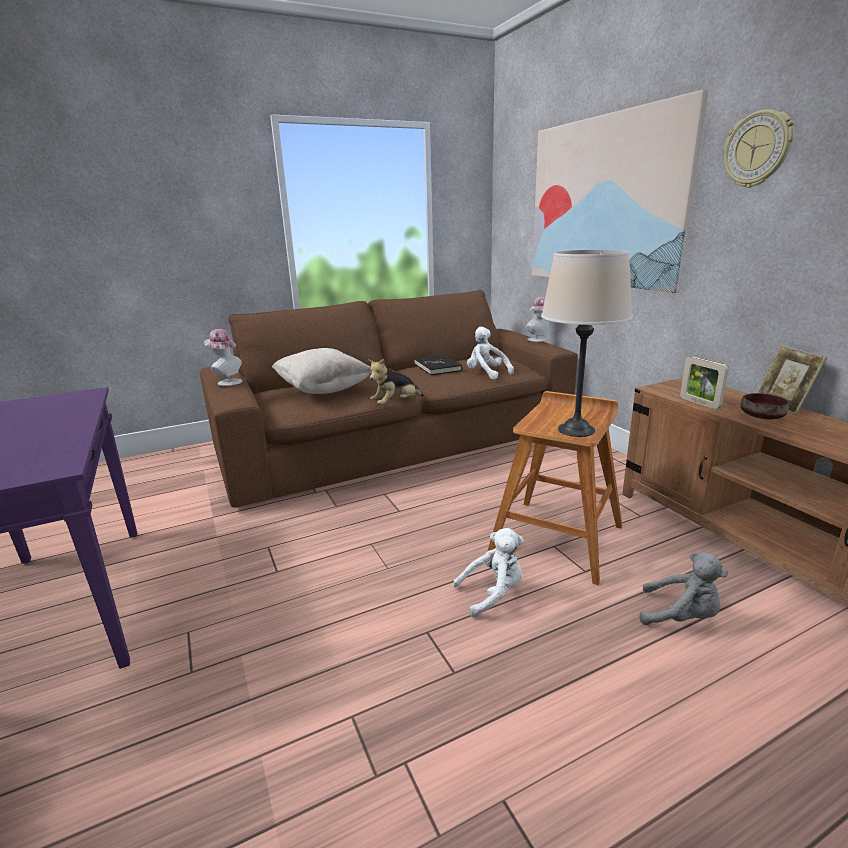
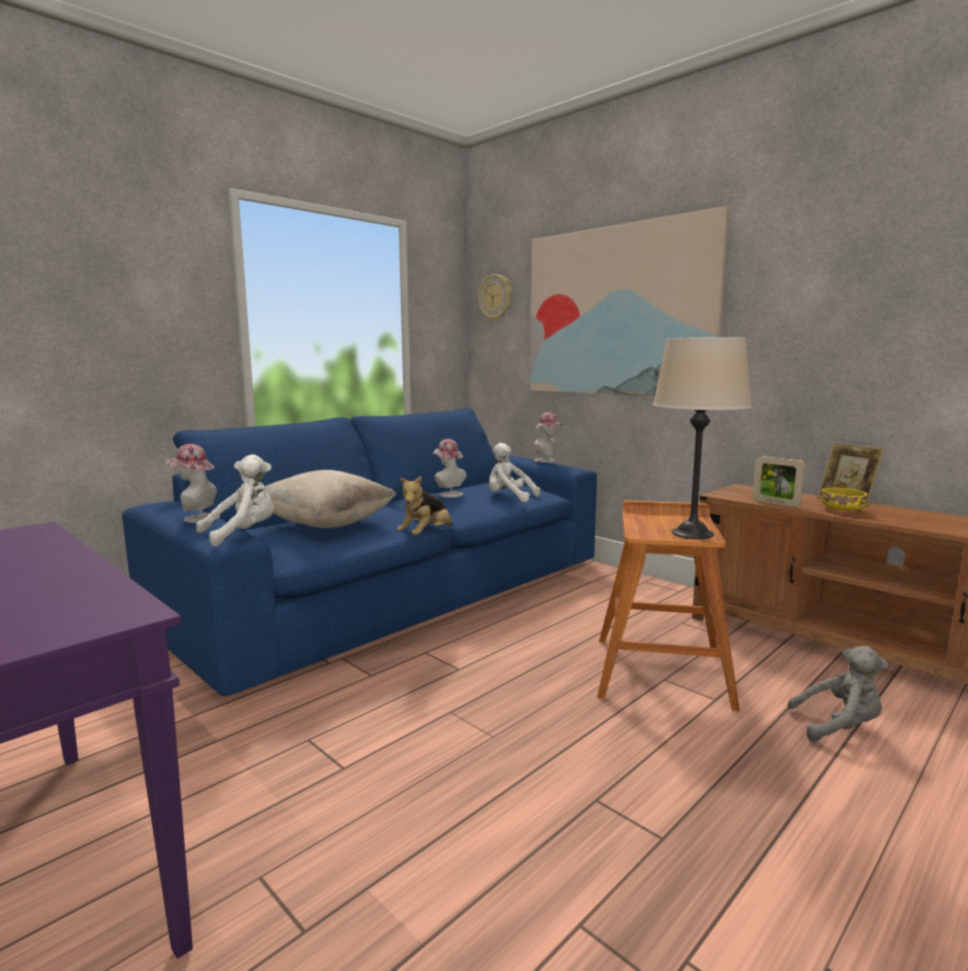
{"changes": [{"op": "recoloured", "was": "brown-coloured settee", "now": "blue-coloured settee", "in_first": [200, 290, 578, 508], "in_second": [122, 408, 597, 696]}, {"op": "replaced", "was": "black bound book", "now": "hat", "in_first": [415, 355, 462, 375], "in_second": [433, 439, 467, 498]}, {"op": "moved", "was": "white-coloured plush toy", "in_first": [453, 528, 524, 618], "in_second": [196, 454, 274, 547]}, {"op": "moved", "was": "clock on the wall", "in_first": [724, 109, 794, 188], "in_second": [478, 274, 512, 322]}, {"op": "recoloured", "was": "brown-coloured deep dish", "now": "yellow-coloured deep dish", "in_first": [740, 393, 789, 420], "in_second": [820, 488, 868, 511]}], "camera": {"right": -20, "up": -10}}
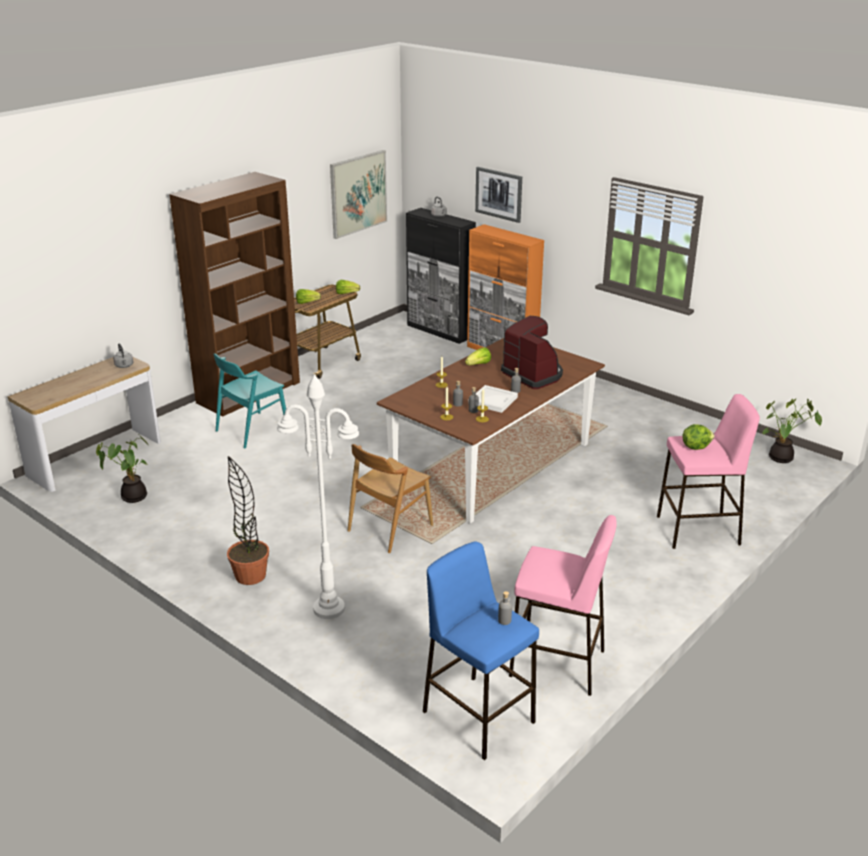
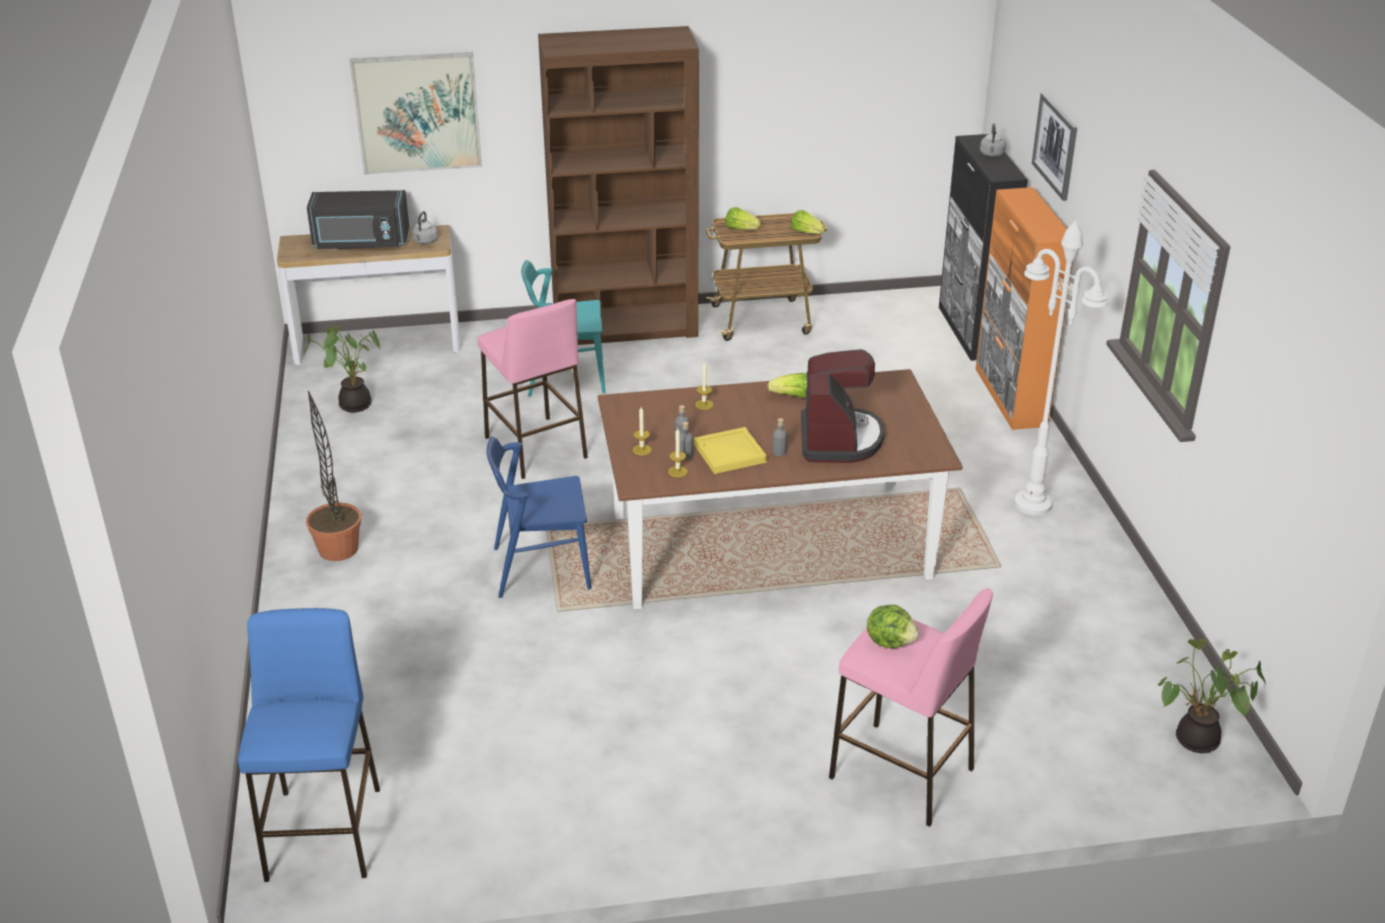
{"changes": [{"op": "moved", "was": "white-coloured floor lamp", "in_first": [277, 375, 359, 619], "in_second": [1014, 220, 1108, 516]}, {"op": "moved", "was": "wall picture", "in_first": [330, 150, 387, 239], "in_second": [350, 52, 482, 174]}, {"op": "recoloured", "was": "brown-coloured upright chair", "now": "blue-coloured upright chair", "in_first": [348, 444, 433, 553], "in_second": [487, 437, 591, 598]}, {"op": "recoloured", "was": "white-coloured tray", "now": "yellow-coloured tray", "in_first": [468, 385, 518, 413], "in_second": [694, 427, 767, 474]}, {"op": "removed", "was": "greyish bottle", "in_first": [498, 591, 512, 625]}, {"op": "moved", "was": "pinkish stool", "in_first": [509, 515, 617, 696], "in_second": [478, 299, 588, 479]}, {"op": "added", "now": "black microwave oven", "in_second": [307, 190, 410, 249]}], "camera": {"right": 40, "up": 5}}
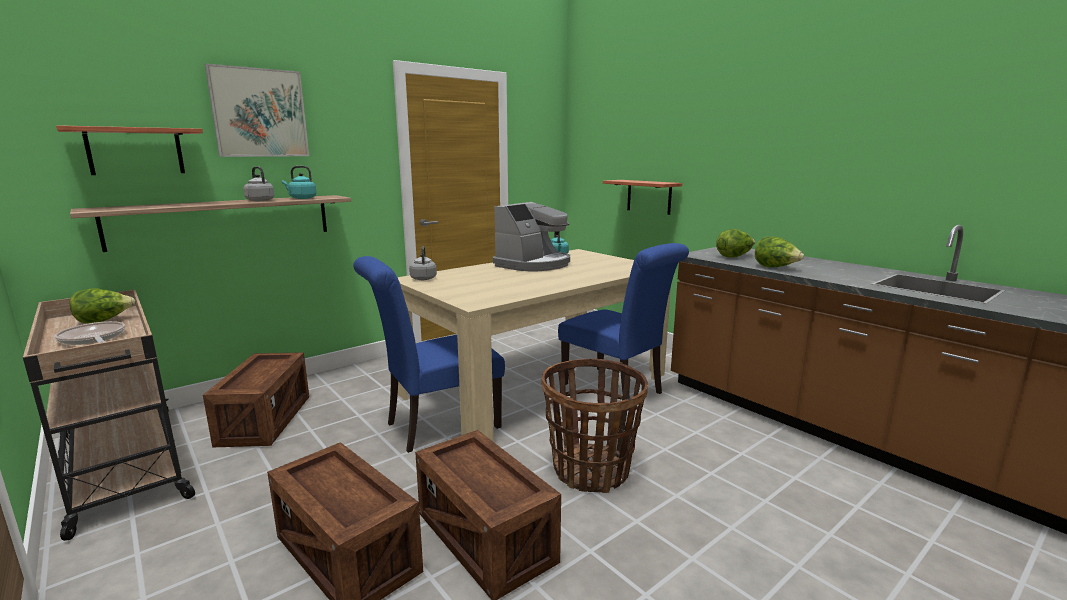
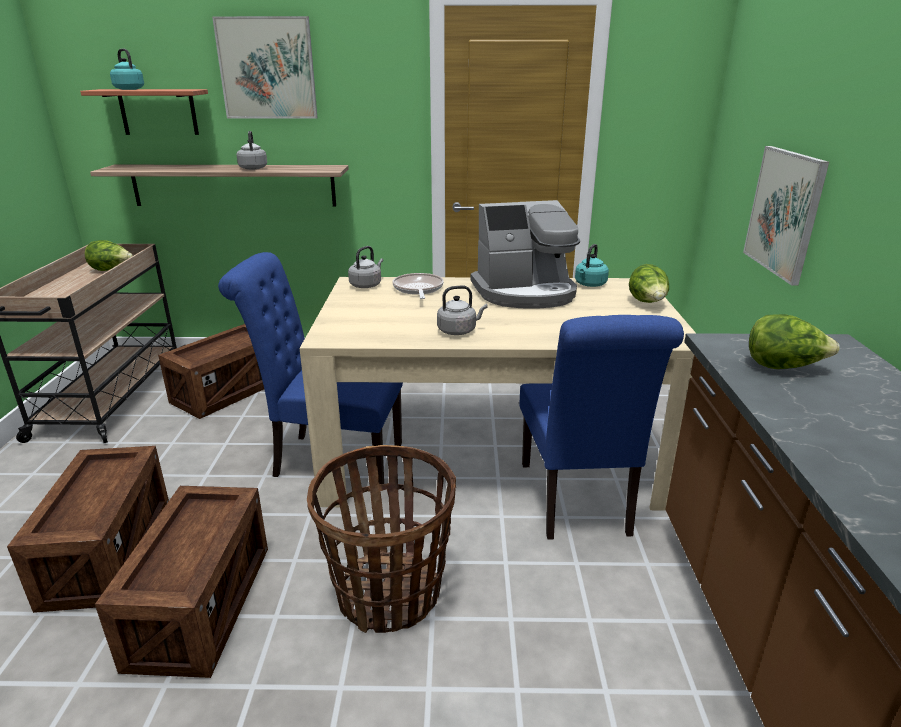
{"changes": [{"op": "moved", "was": "pan", "in_first": [55, 321, 125, 345], "in_second": [393, 273, 444, 299]}, {"op": "moved", "was": "turquoise-coloured kettle", "in_first": [282, 166, 317, 199], "in_second": [110, 49, 144, 90]}, {"op": "replaced", "was": "bracket shelf", "now": "wall picture", "in_first": [603, 180, 682, 215], "in_second": [743, 146, 829, 286]}, {"op": "moved", "was": "lettuce head", "in_first": [755, 236, 804, 267], "in_second": [629, 264, 669, 303]}, {"op": "added", "now": "greyish kettle", "in_second": [437, 286, 488, 335]}], "camera": {"right": 40, "up": 10}}
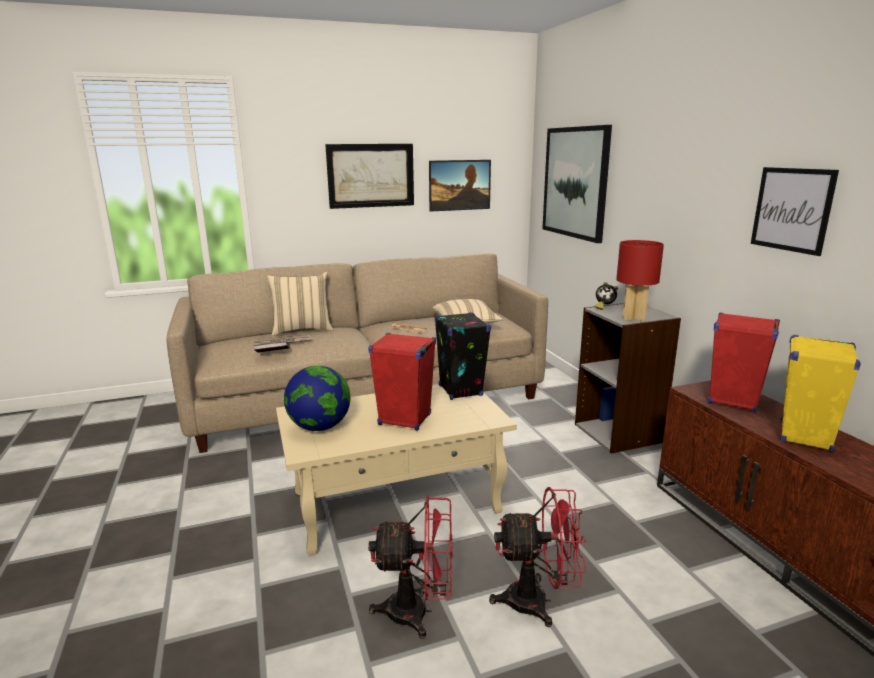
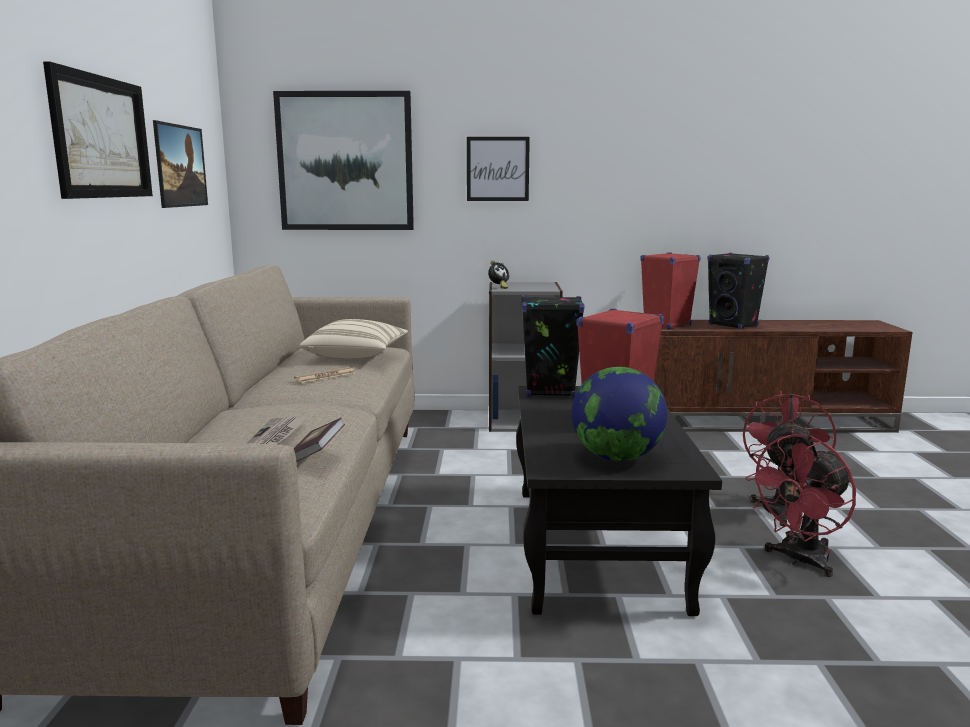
{"changes": [{"op": "removed", "was": "sand-coloured cushion", "in_first": [267, 272, 333, 336]}, {"op": "recoloured", "was": "sand-coloured coffee table", "now": "black coffee table", "in_first": [276, 384, 517, 556], "in_second": [516, 386, 722, 616]}, {"op": "turned", "was": "red-coloured cooling fan", "in_first": [368, 495, 452, 639], "in_second": [745, 434, 856, 577], "clockwise": -150}, {"op": "removed", "was": "red-coloured table lamp", "in_first": [616, 240, 664, 321]}, {"op": "moved", "was": "wall picture", "in_first": [751, 167, 839, 256], "in_second": [467, 137, 530, 201]}, {"op": "recoloured", "was": "yellow-coloured loudspeaker", "now": "black loudspeaker", "in_first": [780, 335, 861, 453], "in_second": [708, 253, 769, 329]}], "camera": {"right": -70, "up": -5}}
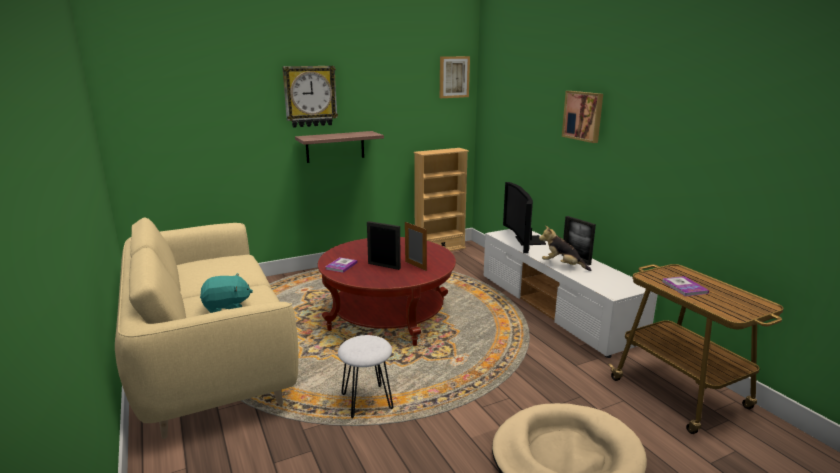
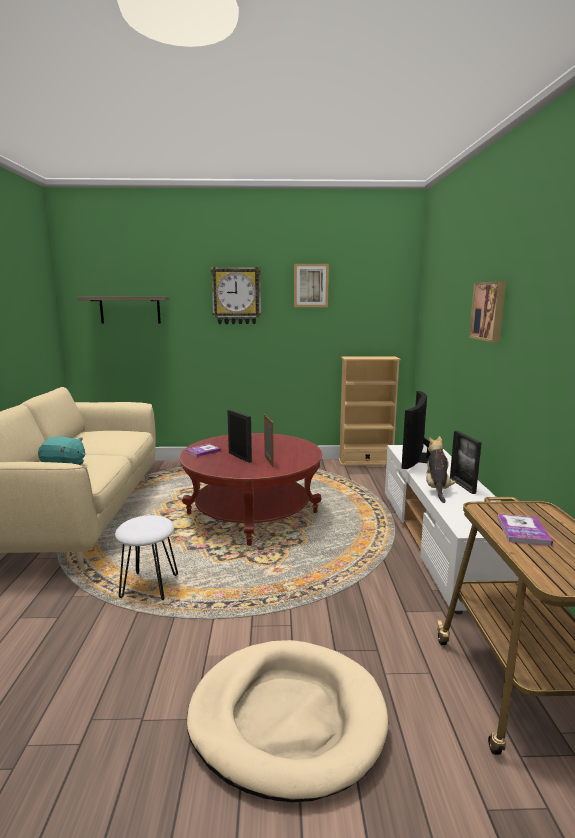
{"changes": [{"op": "moved", "was": "bracket shelf", "in_first": [295, 131, 384, 163], "in_second": [77, 297, 169, 324]}, {"op": "moved", "was": "wall picture", "in_first": [440, 56, 470, 98], "in_second": [294, 264, 329, 307]}, {"op": "turned", "was": "plush toy", "in_first": [539, 225, 591, 271], "in_second": [426, 436, 456, 503], "clockwise": 45}], "camera": {"right": 25, "up": -5}}
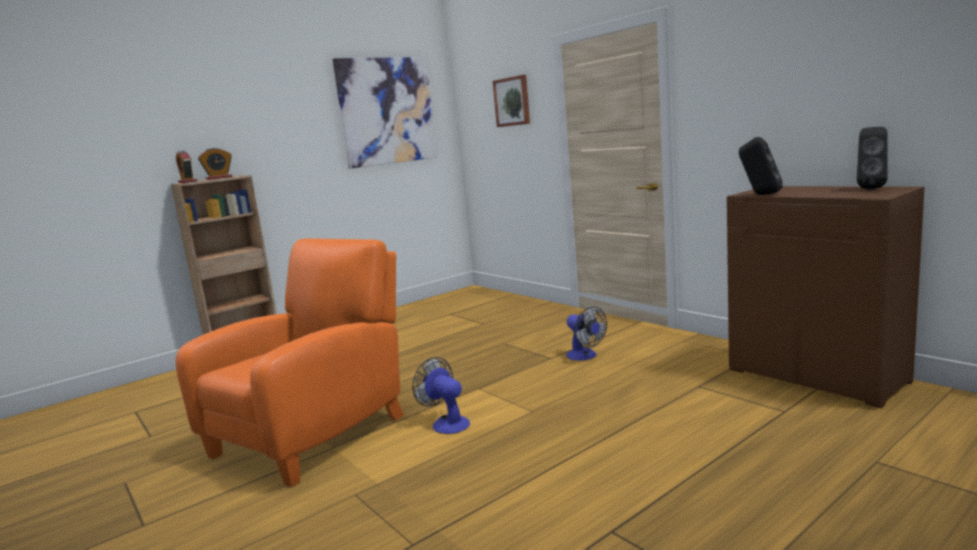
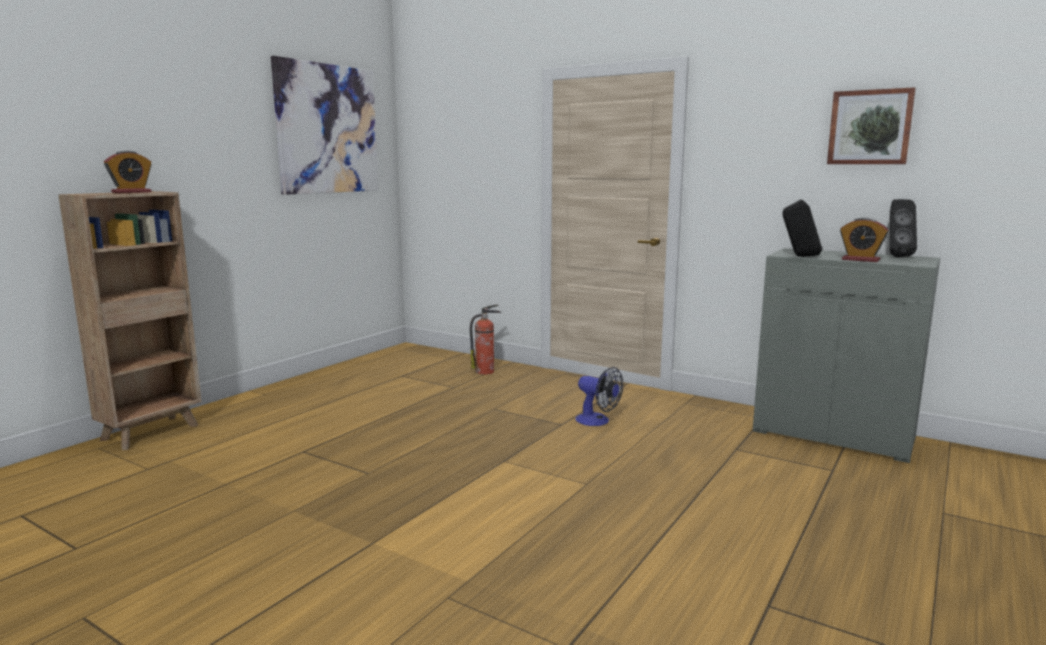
{"changes": [{"op": "moved", "was": "bedside clock", "in_first": [176, 151, 197, 183], "in_second": [840, 218, 889, 262]}, {"op": "removed", "was": "orange-coloured lounge chair", "in_first": [176, 239, 404, 487]}, {"op": "removed", "was": "cooling fan", "in_first": [412, 357, 470, 434]}, {"op": "moved", "was": "wall picture", "in_first": [493, 75, 530, 127], "in_second": [827, 87, 916, 164]}, {"op": "recoloured", "was": "brown-coloured cupboard", "now": "greyish cupboard", "in_first": [727, 186, 925, 408], "in_second": [753, 248, 940, 463]}, {"op": "added", "now": "extinguisher", "in_second": [470, 304, 501, 375]}], "camera": {"right": -20, "up": 0}}
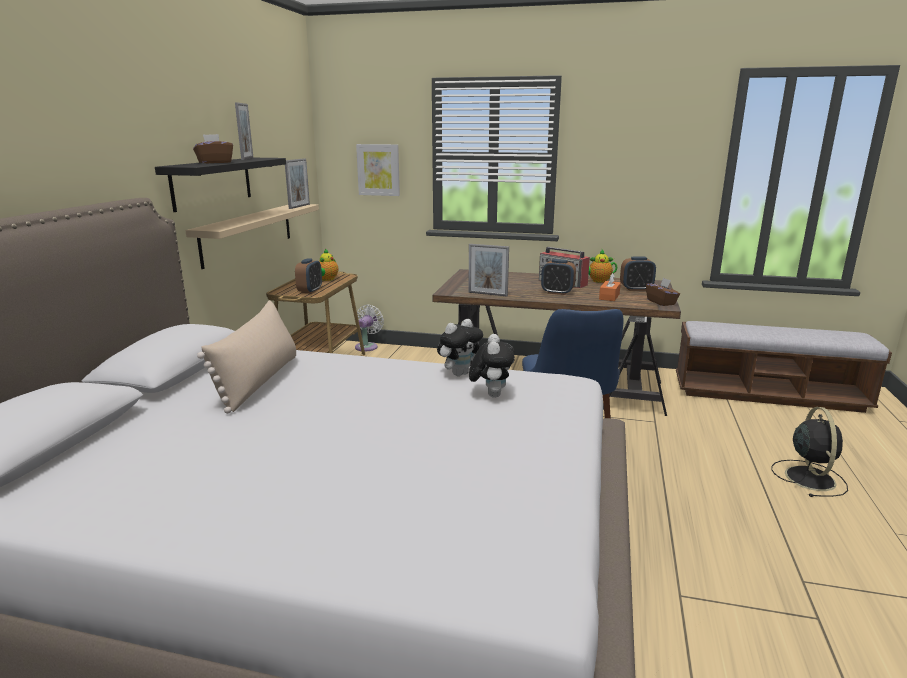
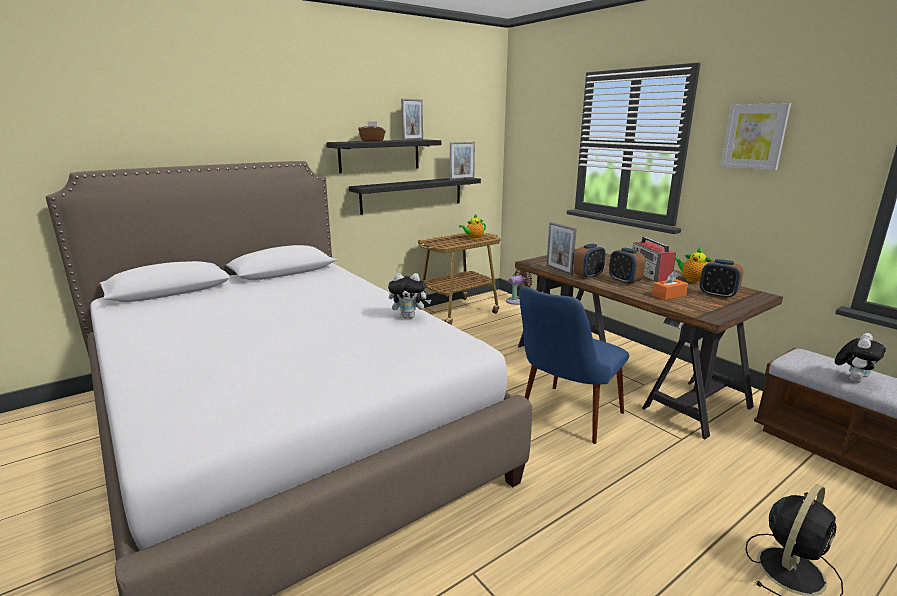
{"changes": [{"op": "recoloured", "was": "sand-coloured bracket shelf", "now": "black bracket shelf", "in_first": [185, 204, 319, 269], "in_second": [349, 178, 481, 215]}, {"op": "removed", "was": "sand-coloured cushion", "in_first": [197, 300, 296, 414]}, {"op": "moved", "was": "bedside clock", "in_first": [295, 258, 322, 294], "in_second": [574, 244, 606, 279]}, {"op": "recoloured", "was": "white-coloured cooling fan", "now": "brown-coloured cooling fan", "in_first": [355, 305, 384, 351], "in_second": [506, 269, 532, 305]}, {"op": "moved", "was": "wall picture", "in_first": [356, 144, 400, 196], "in_second": [721, 103, 791, 170]}, {"op": "moved", "was": "plush toy", "in_first": [469, 334, 515, 398], "in_second": [835, 333, 886, 383]}, {"op": "removed", "was": "brown-coloured tissue holder", "in_first": [646, 277, 680, 306]}], "camera": {"right": 40, "up": 0}}
